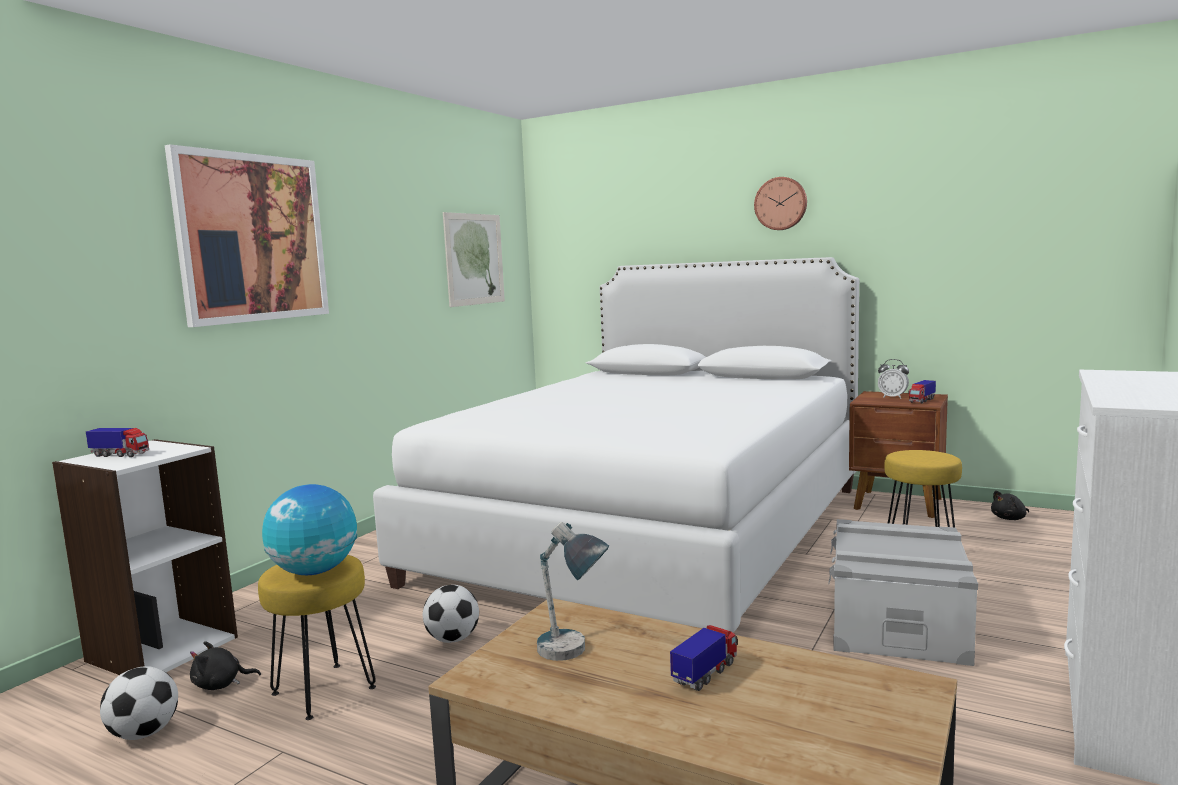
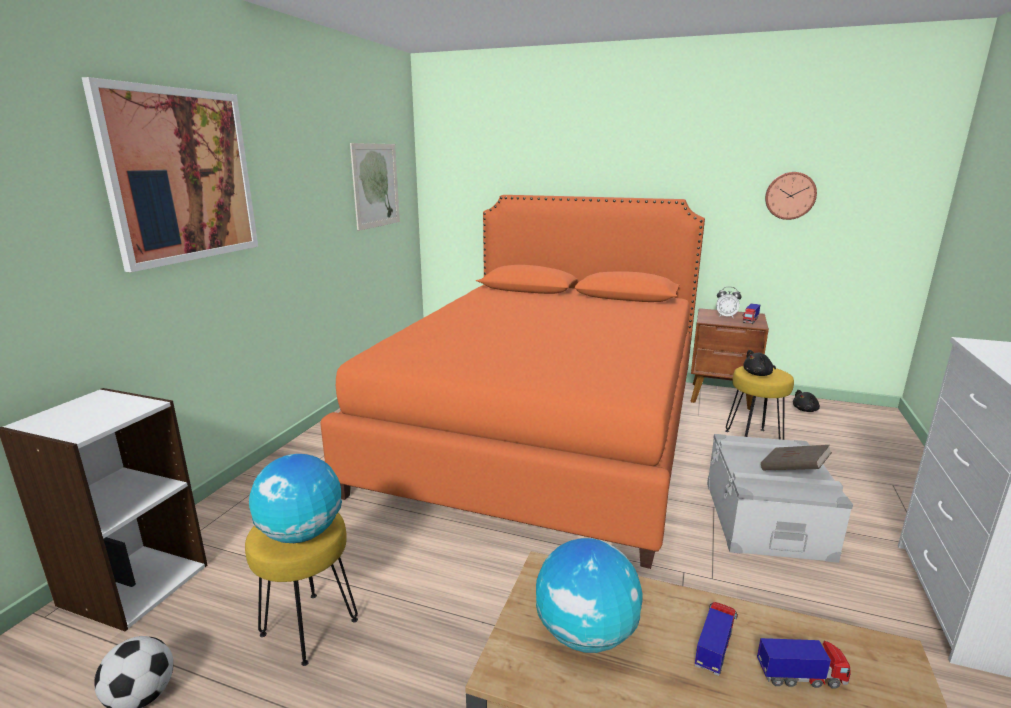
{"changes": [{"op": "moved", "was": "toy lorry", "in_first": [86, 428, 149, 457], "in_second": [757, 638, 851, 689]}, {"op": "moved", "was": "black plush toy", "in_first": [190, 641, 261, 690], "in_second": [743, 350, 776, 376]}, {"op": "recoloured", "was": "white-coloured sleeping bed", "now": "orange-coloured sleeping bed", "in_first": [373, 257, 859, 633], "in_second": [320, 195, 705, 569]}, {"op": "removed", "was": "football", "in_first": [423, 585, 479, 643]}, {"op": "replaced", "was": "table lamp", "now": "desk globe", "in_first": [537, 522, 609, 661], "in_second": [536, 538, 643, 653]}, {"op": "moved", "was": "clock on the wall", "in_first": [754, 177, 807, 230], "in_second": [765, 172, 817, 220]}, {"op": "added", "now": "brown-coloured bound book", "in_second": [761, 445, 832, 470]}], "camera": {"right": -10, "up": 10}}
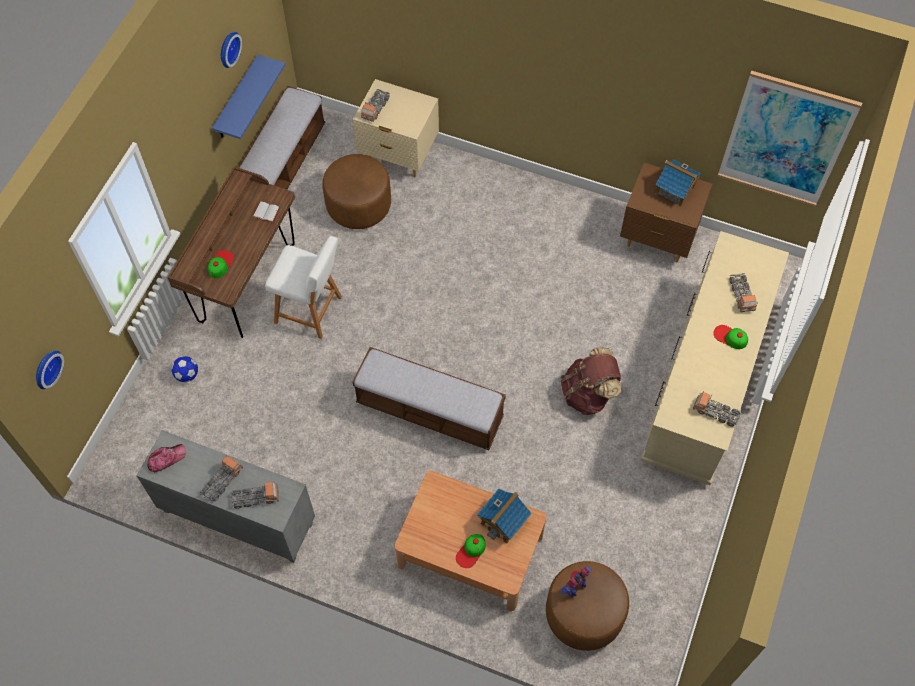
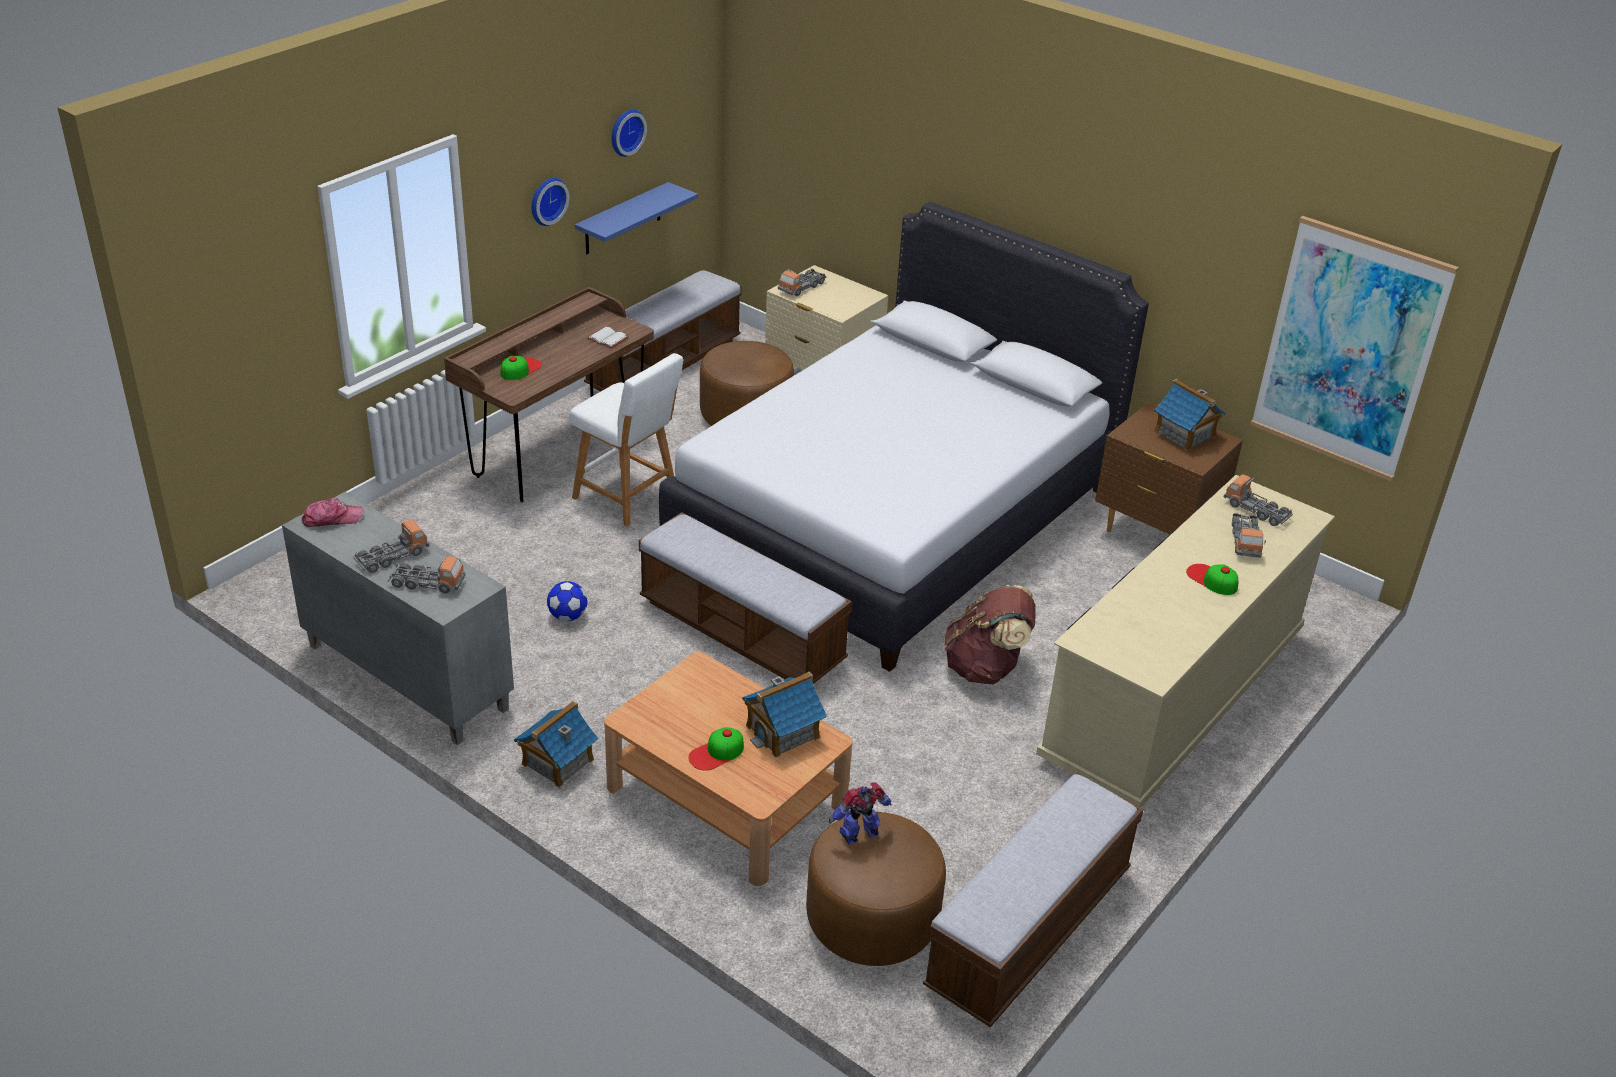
{"changes": [{"op": "moved", "was": "clock on the wall", "in_first": [36, 350, 64, 389], "in_second": [532, 178, 569, 226]}, {"op": "moved", "was": "football", "in_first": [172, 356, 198, 382], "in_second": [547, 581, 587, 621]}, {"op": "moved", "was": "toy lorry", "in_first": [693, 391, 741, 427], "in_second": [1223, 474, 1293, 526]}, {"op": "added", "now": "miniature house", "in_second": [514, 701, 598, 788]}, {"op": "added", "now": "white-coloured sleeping bed", "in_second": [659, 202, 1149, 672]}, {"op": "added", "now": "long seat", "in_second": [923, 773, 1144, 1027]}], "camera": {"right": 15, "up": -25}}
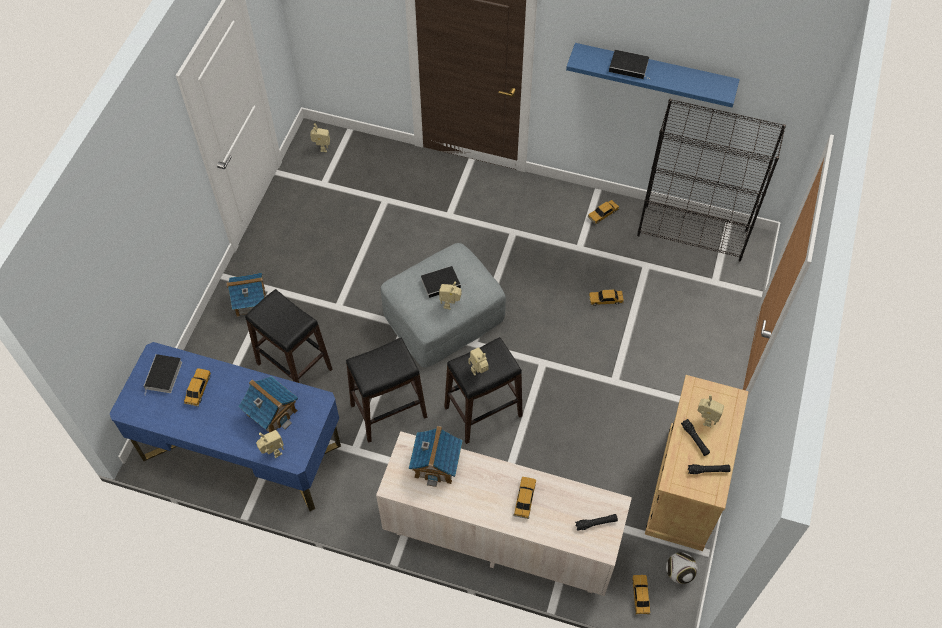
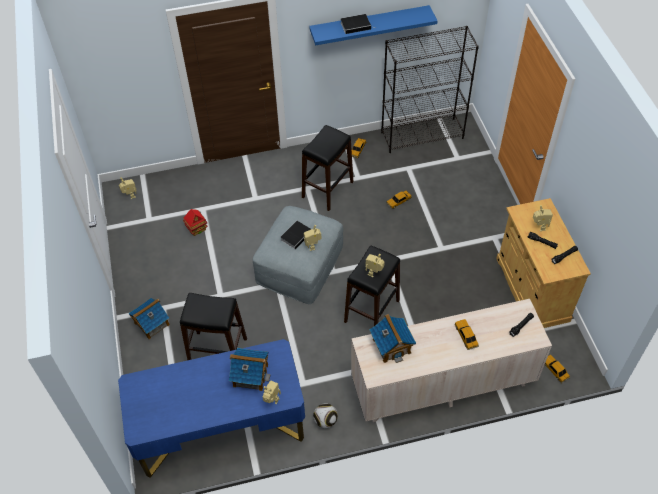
{"changes": [{"op": "removed", "was": "bound book", "in_first": [144, 354, 182, 396]}, {"op": "removed", "was": "miniature car", "in_first": [184, 368, 211, 407]}, {"op": "moved", "was": "black stool", "in_first": [346, 338, 427, 443], "in_second": [302, 125, 353, 211]}, {"op": "moved", "was": "football", "in_first": [666, 552, 698, 584], "in_second": [313, 403, 338, 428]}, {"op": "added", "now": "miniature house", "in_second": [183, 209, 208, 236]}], "camera": {"right": -30, "up": -5}}
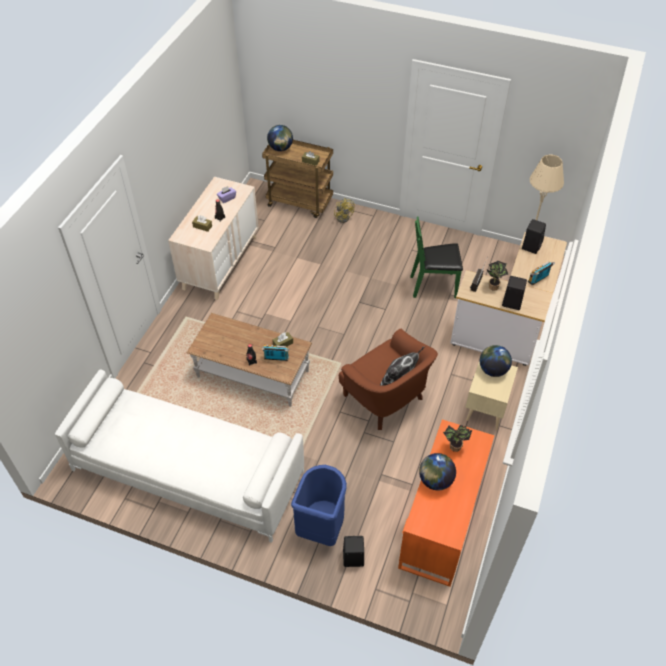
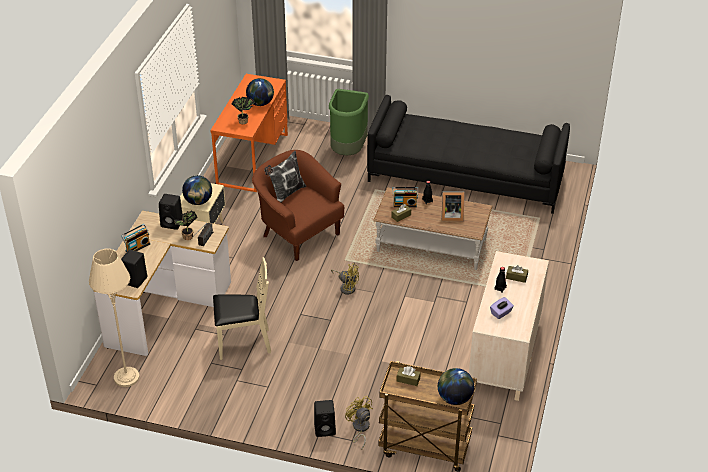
{"changes": [{"op": "recoloured", "was": "white-coloured settee", "now": "black settee", "in_first": [55, 369, 304, 543], "in_second": [367, 95, 570, 214]}, {"op": "recoloured", "was": "blue-coloured waste bin", "now": "green waste bin", "in_first": [291, 465, 347, 546], "in_second": [329, 89, 369, 156]}, {"op": "moved", "was": "black loudspeaker", "in_first": [343, 536, 364, 567], "in_second": [314, 400, 336, 437]}, {"op": "recoloured", "was": "green upright chair", "now": "sand-coloured upright chair", "in_first": [410, 216, 463, 298], "in_second": [213, 257, 271, 360]}, {"op": "added", "now": "yellow-coloured cooling fan", "in_second": [331, 264, 359, 295]}, {"op": "added", "now": "photo frame", "in_second": [442, 191, 465, 221]}], "camera": {"right": 175, "up": -10}}
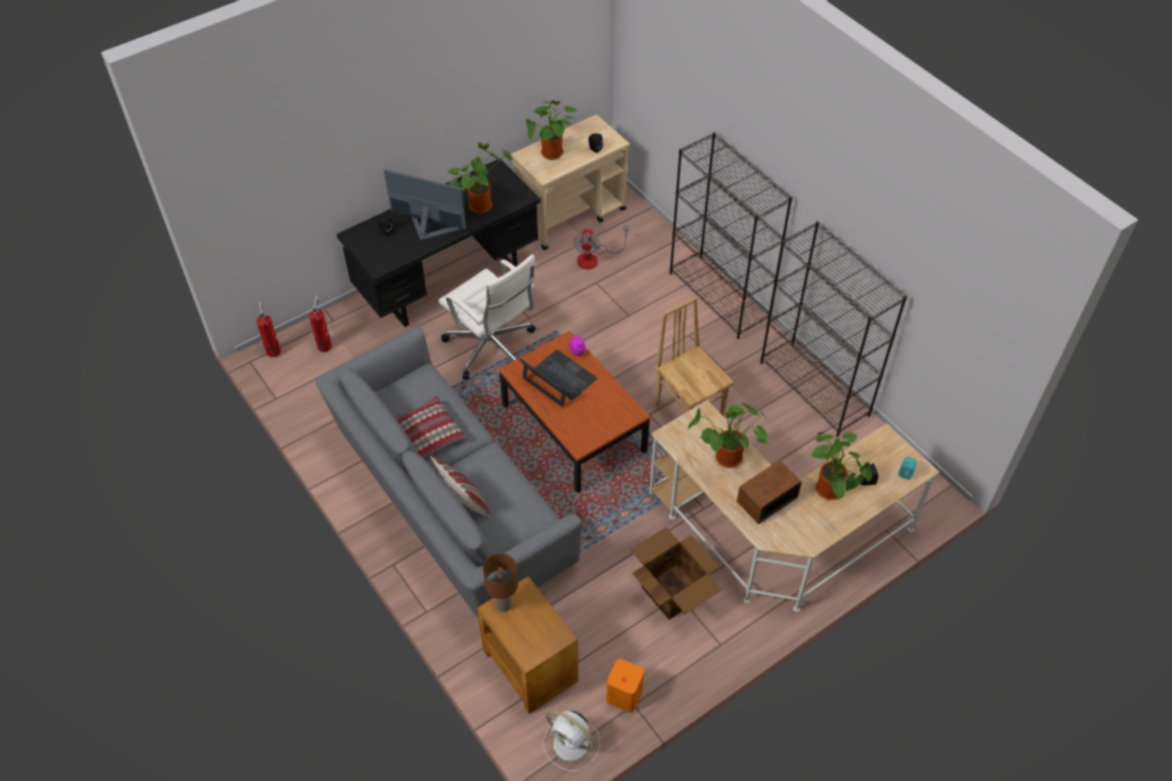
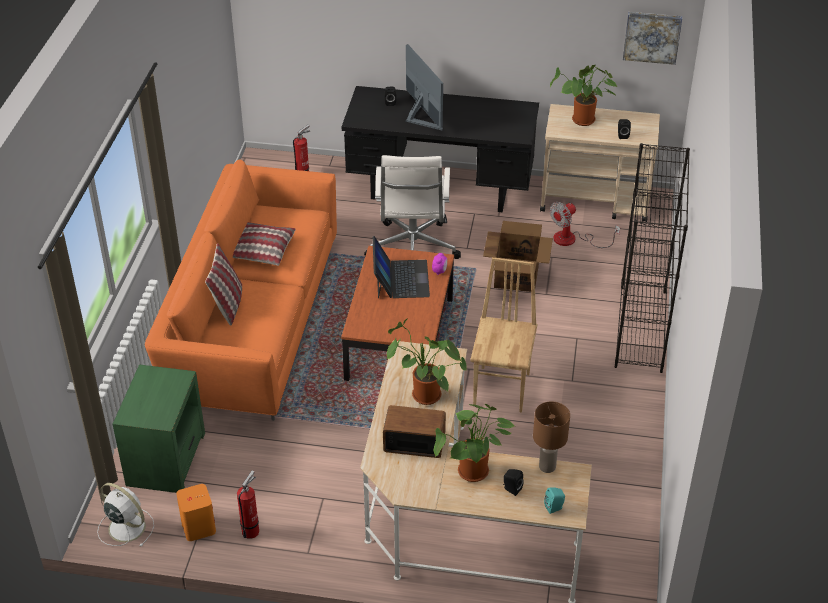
{"changes": [{"op": "moved", "was": "extinguisher", "in_first": [256, 301, 281, 357], "in_second": [237, 471, 259, 539]}, {"op": "recoloured", "was": "greyish settee", "now": "orange-coloured settee", "in_first": [315, 326, 582, 619], "in_second": [145, 160, 337, 421]}, {"op": "removed", "was": "potted plant", "in_first": [448, 143, 513, 214]}, {"op": "recoloured", "was": "brown-coloured end table", "now": "green end table", "in_first": [477, 576, 578, 714], "in_second": [112, 364, 205, 493]}, {"op": "moved", "was": "brown-coloured table lamp", "in_first": [483, 553, 518, 612], "in_second": [533, 401, 570, 473]}, {"op": "turned", "was": "white-coloured cooling fan", "in_first": [543, 710, 600, 771], "in_second": [97, 483, 154, 547], "clockwise": 135}, {"op": "moved", "was": "packing box", "in_first": [630, 527, 722, 620], "in_second": [483, 221, 553, 292]}, {"op": "removed", "was": "black bookshelf", "in_first": [760, 221, 907, 437]}, {"op": "added", "now": "wall picture", "in_second": [623, 12, 682, 65]}], "camera": {"right": 45, "up": -10}}
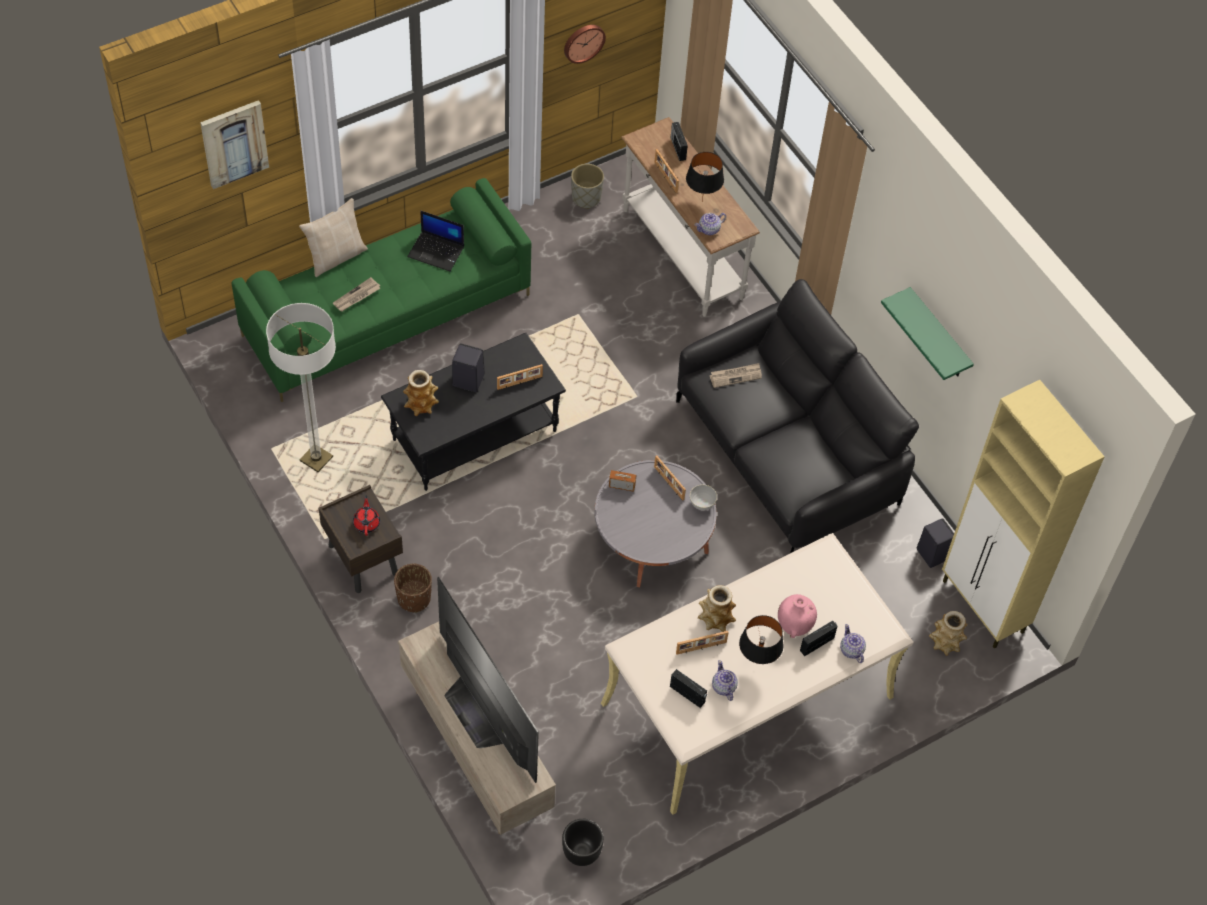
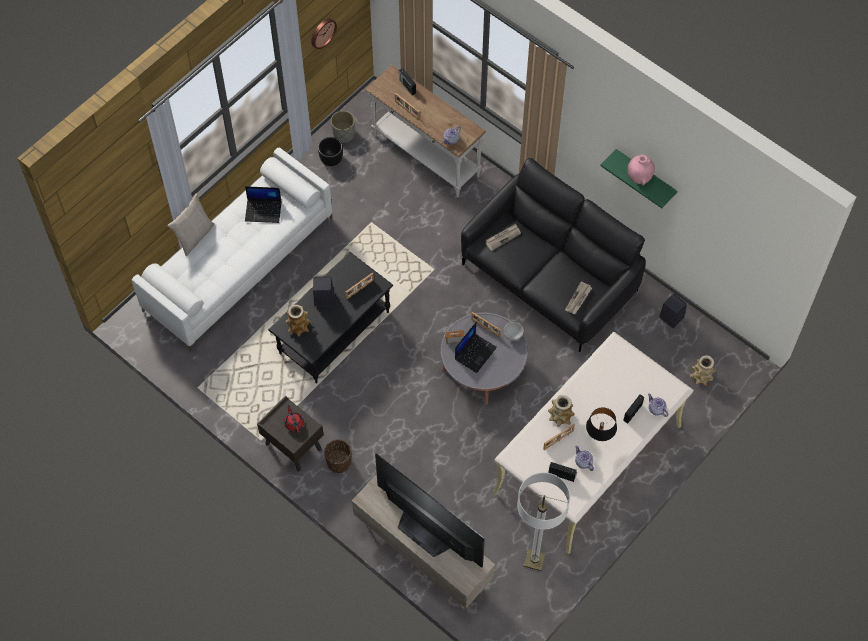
{"changes": [{"op": "removed", "was": "wall picture", "in_first": [200, 100, 269, 189]}, {"op": "recoloured", "was": "green settee", "now": "white-coloured settee", "in_first": [232, 178, 531, 402], "in_second": [132, 147, 332, 351]}, {"op": "moved", "was": "floor lamp", "in_first": [266, 303, 336, 472], "in_second": [517, 472, 570, 571]}, {"op": "moved", "was": "newspaper", "in_first": [333, 277, 380, 312], "in_second": [565, 282, 592, 314]}, {"op": "moved", "was": "black flower pot", "in_first": [562, 819, 604, 866], "in_second": [318, 137, 343, 166]}, {"op": "removed", "was": "black table lamp", "in_first": [686, 152, 724, 202]}, {"op": "moved", "was": "pinkish decorative vase", "in_first": [778, 594, 817, 638], "in_second": [627, 155, 655, 185]}, {"op": "removed", "was": "sand-coloured cupboard", "in_first": [942, 380, 1105, 649]}, {"op": "added", "now": "notebook computer", "in_second": [455, 322, 497, 373]}], "camera": {"right": -15, "up": 5}}
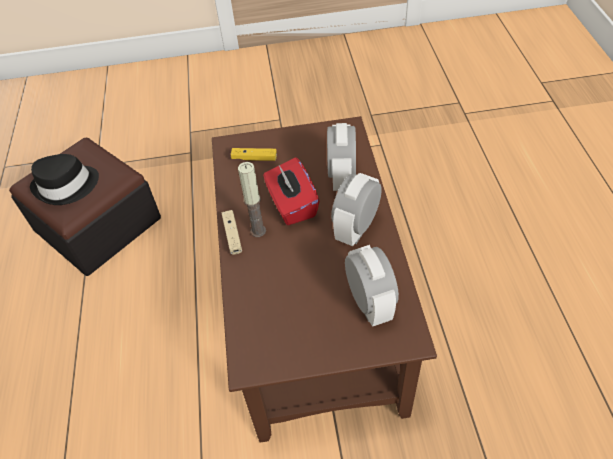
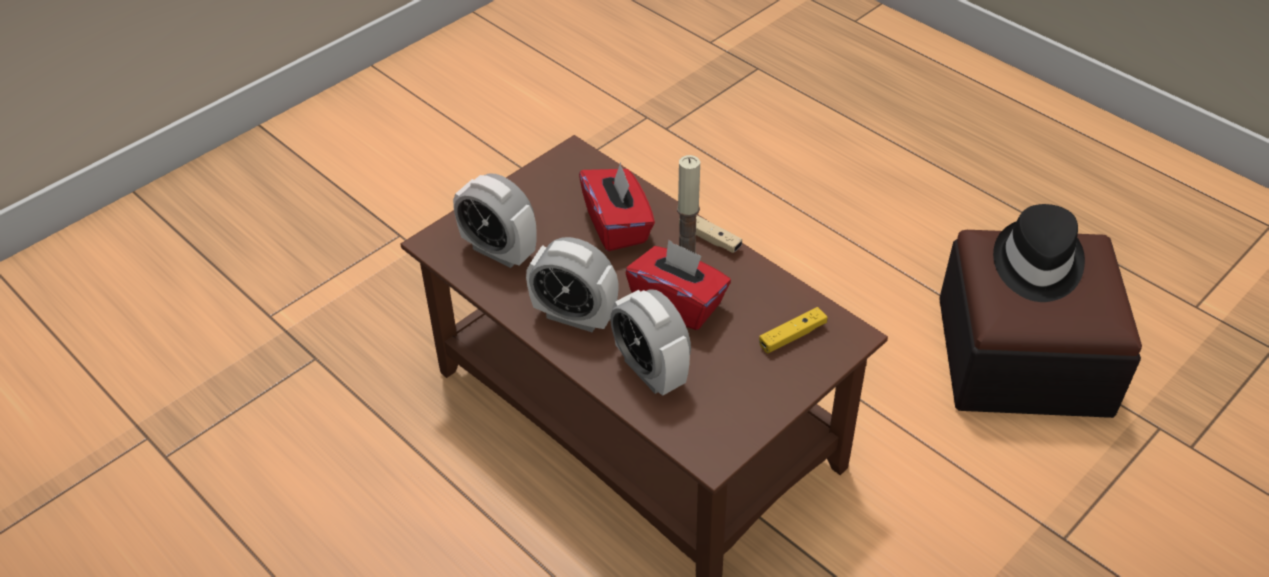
{"changes": [{"op": "turned", "was": "bedside clock", "in_first": [331, 173, 382, 246], "in_second": [526, 237, 618, 332], "clockwise": 120}, {"op": "added", "now": "red-coloured tissue holder", "in_second": [579, 162, 655, 251]}], "camera": {"right": 140, "up": -5}}
